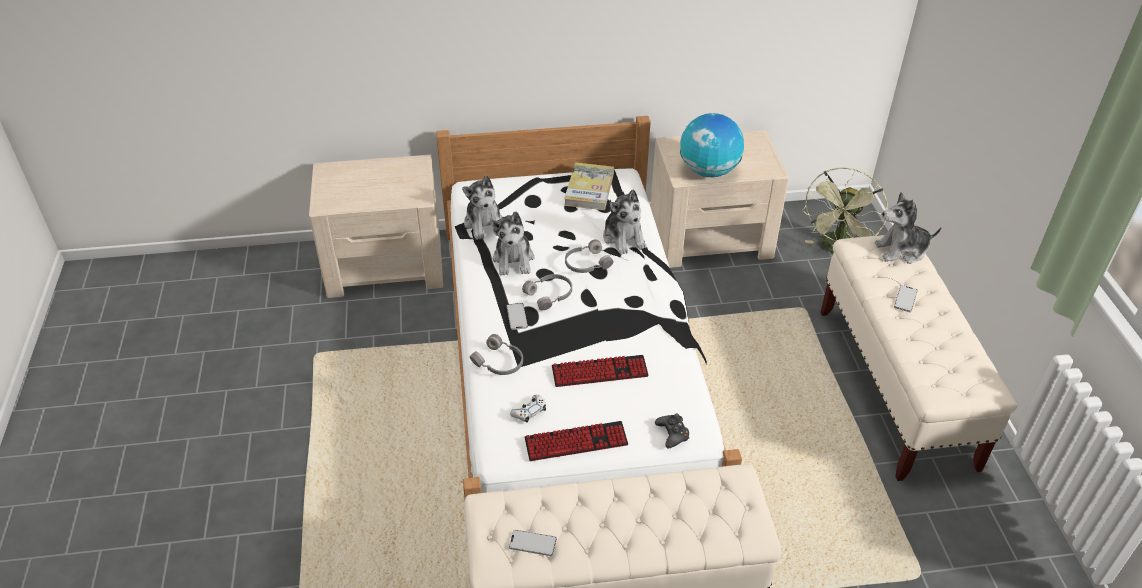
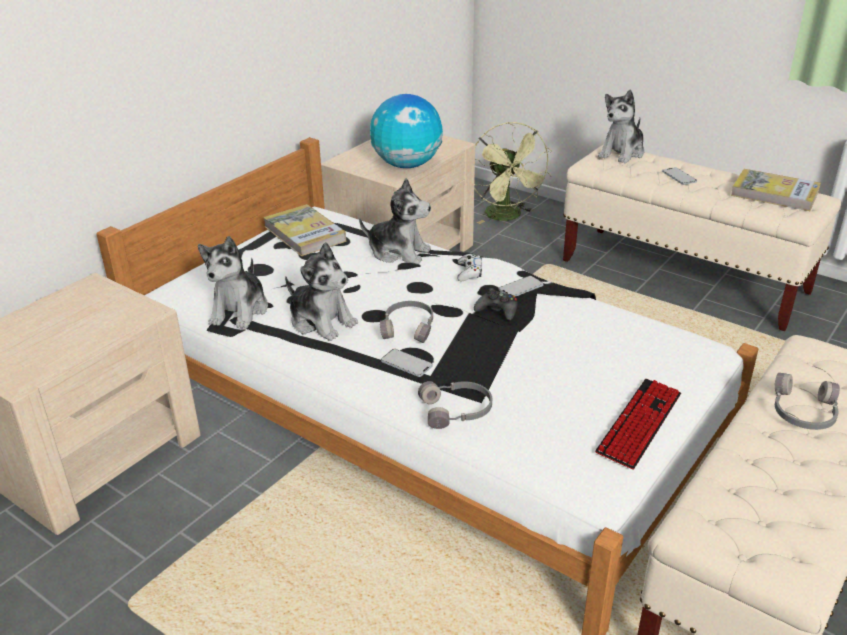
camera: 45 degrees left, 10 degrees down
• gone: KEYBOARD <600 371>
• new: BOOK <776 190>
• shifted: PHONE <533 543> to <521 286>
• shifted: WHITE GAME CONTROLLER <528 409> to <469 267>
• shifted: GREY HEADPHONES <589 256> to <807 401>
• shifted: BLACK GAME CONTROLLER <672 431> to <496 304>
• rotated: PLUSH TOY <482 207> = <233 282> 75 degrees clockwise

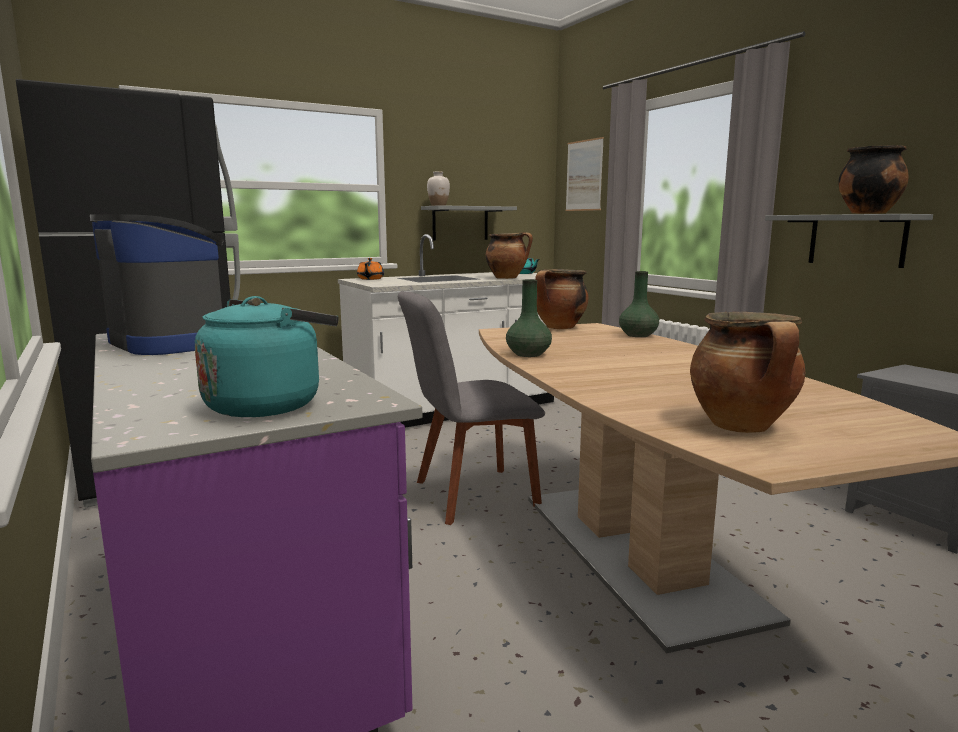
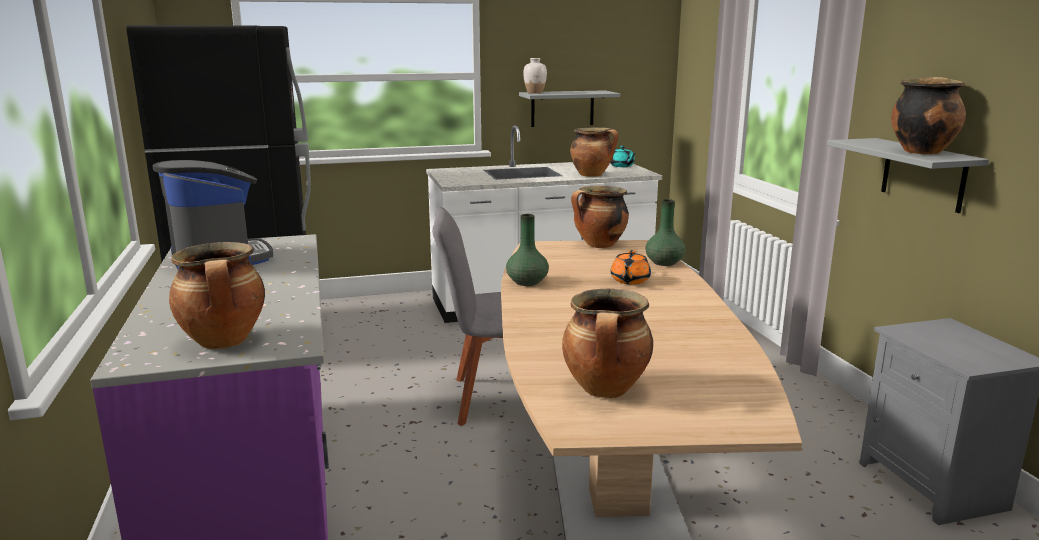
camera: 15 degrees right, 5 degrees up
• gone: PICTURE <585 174>
• shifted: ORANGE TEAPOT <370 269> to <631 267>
• swapped: TURQUOISE KETTLE <266 356> to COOKING POT <217 295>

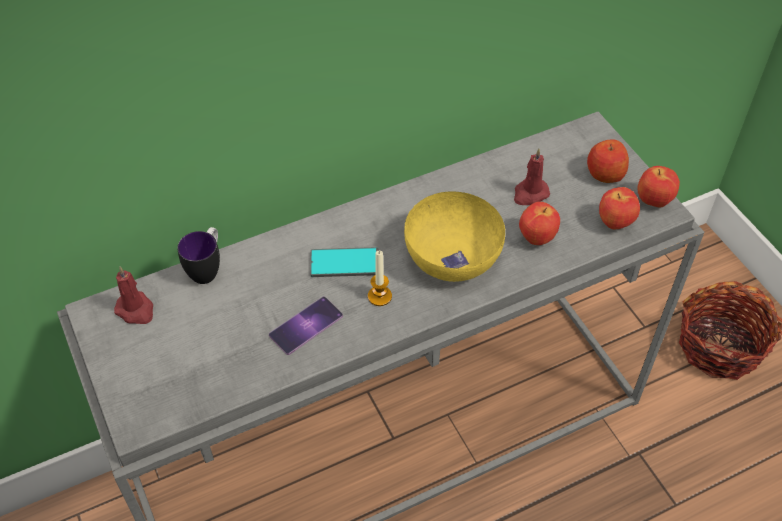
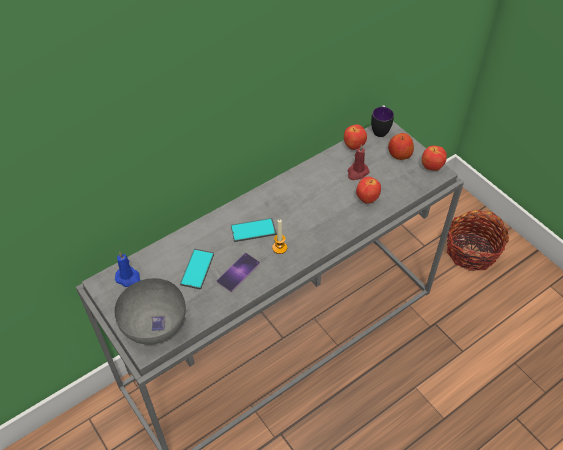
camera: 10 degrees left, 0 degrees up
• gone: YELLOW BOWL <454 236>
• new: GREY BOWL <150 311>
• new: PHONE <197 269>
• shifted: MUG <198 255> to <382 121>
• shifted: APPLE <619 208> to <355 137>
• repainted: RED CANDLE <133 295> to BLUE CANDLE <127 269>

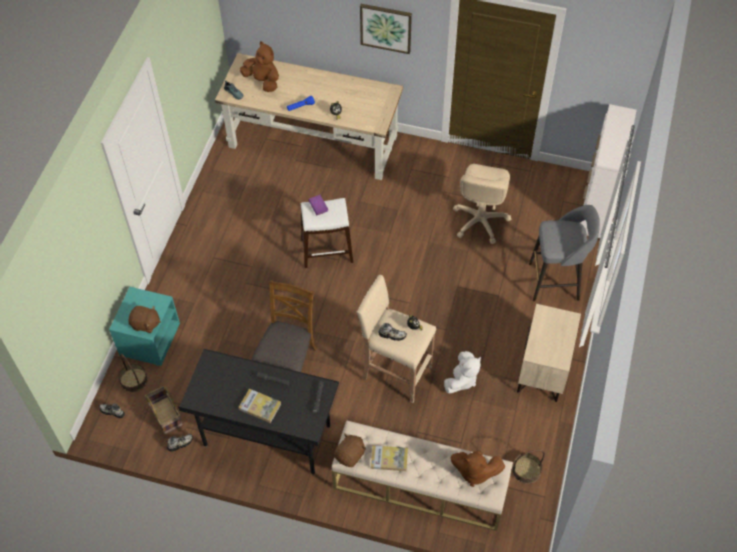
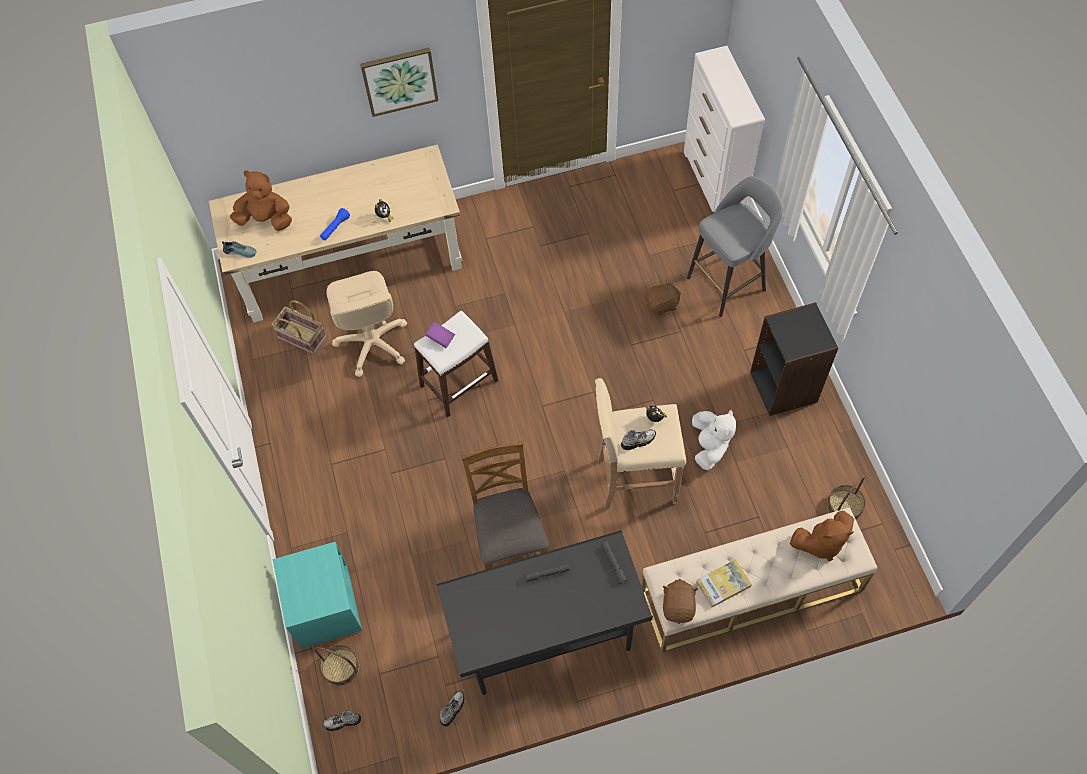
camera: 30 degrees left, 5 degrees up
• gone: BOOK <259 406>
• shifted: BROWN PLUSH TOY <144 319> to <663 297>
• shifted: BASKET <164 410> to <298 327>
• shifted: BEIGE OFFICE CHAIR <482 204> to <366 324>
• swapped: BEIGE NIGHTSTAND <549 353> to BLACK BOOKCASE <794 359>

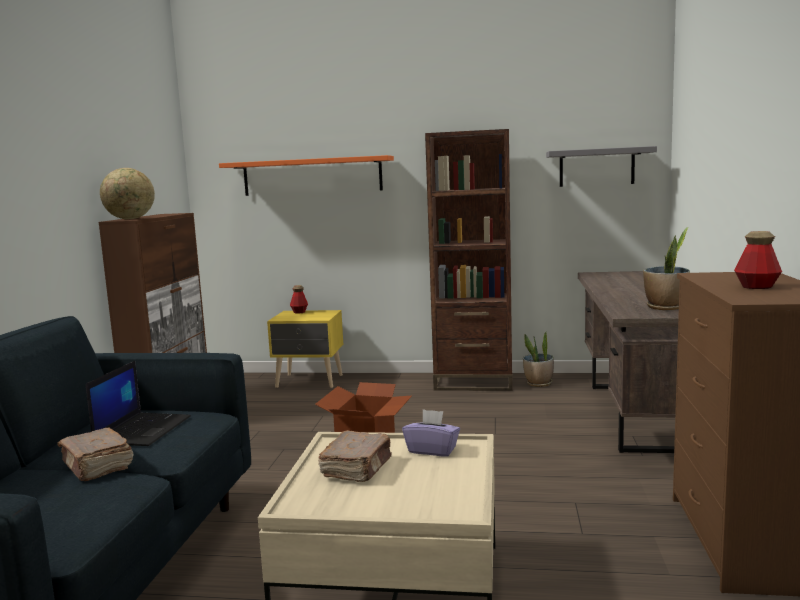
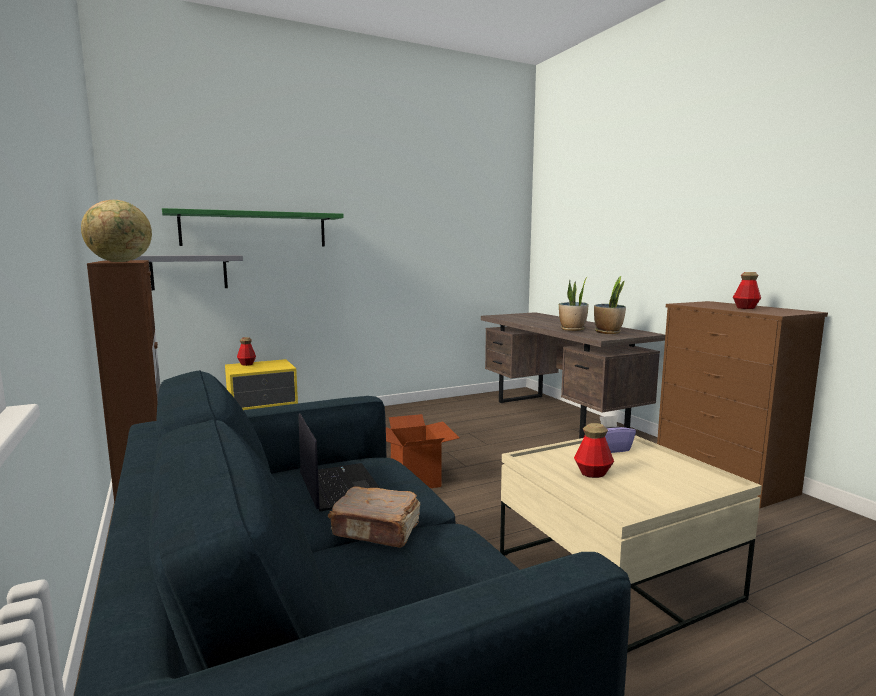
camera: 35 degrees left, 0 degrees up
• gone: BROWN BOOKCASE <469 260>
• shifted: POTTED PLANT <538 359> to <574 303>
• shifted: GREY SHELF <601 166> to <188 272>
• swapped: BROWN BOOK <355 456> to BOTTLE <594 450>
• repainted: ORANGE SHELF <306 175> to GREEN SHELF <253 227>

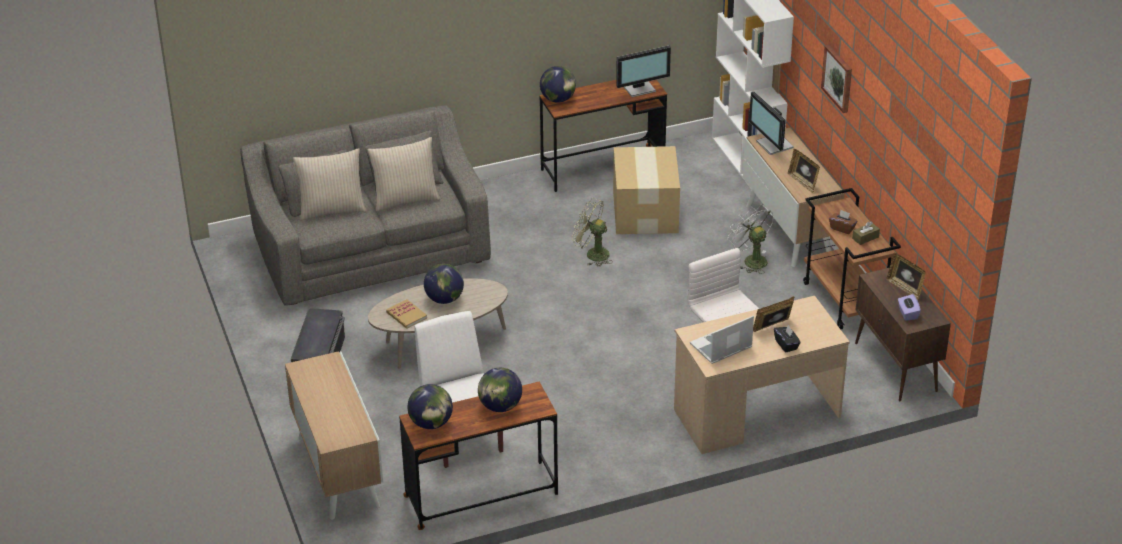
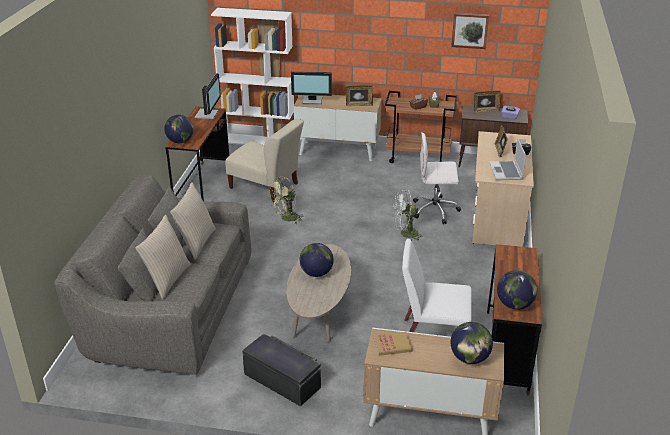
camera: 60 degrees left, 5 degrees down
• shifted: BOOK <406 314> to <393 344>
• shifted: GLOBE <500 390> to <472 343>
• shifted: WHITE FAN <751 239> to <406 215>
• shifted: PICTURE <836 79> to <470 31>
• swapped: CARDBOARD BOX <646 190> to BEIGE CHAIR <264 160>

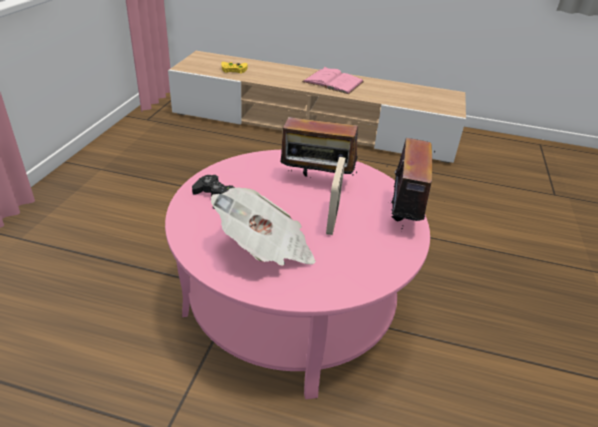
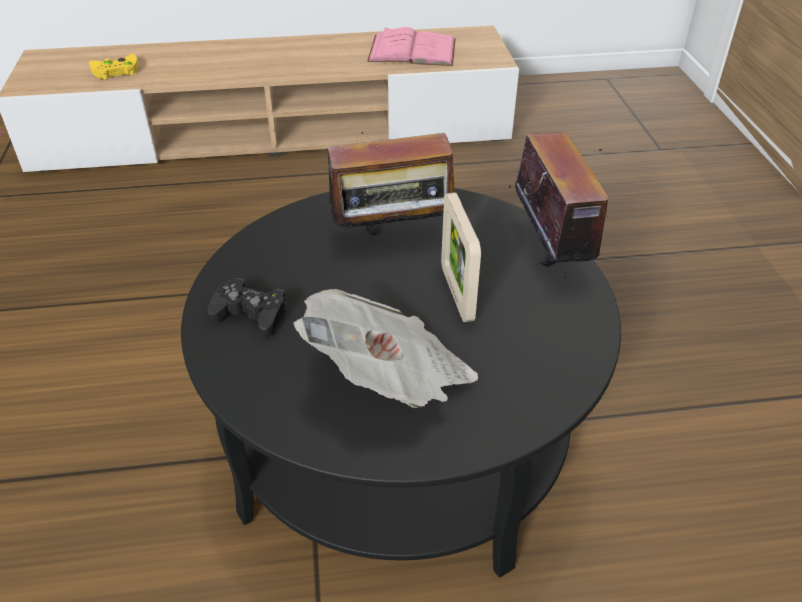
camera: 20 degrees left, 5 degrees up
• shifted: PINK BOOK <333 80> to <411 46>
• repainted: PINK COFFEE TABLE <297 274> to BLACK COFFEE TABLE <401 383>

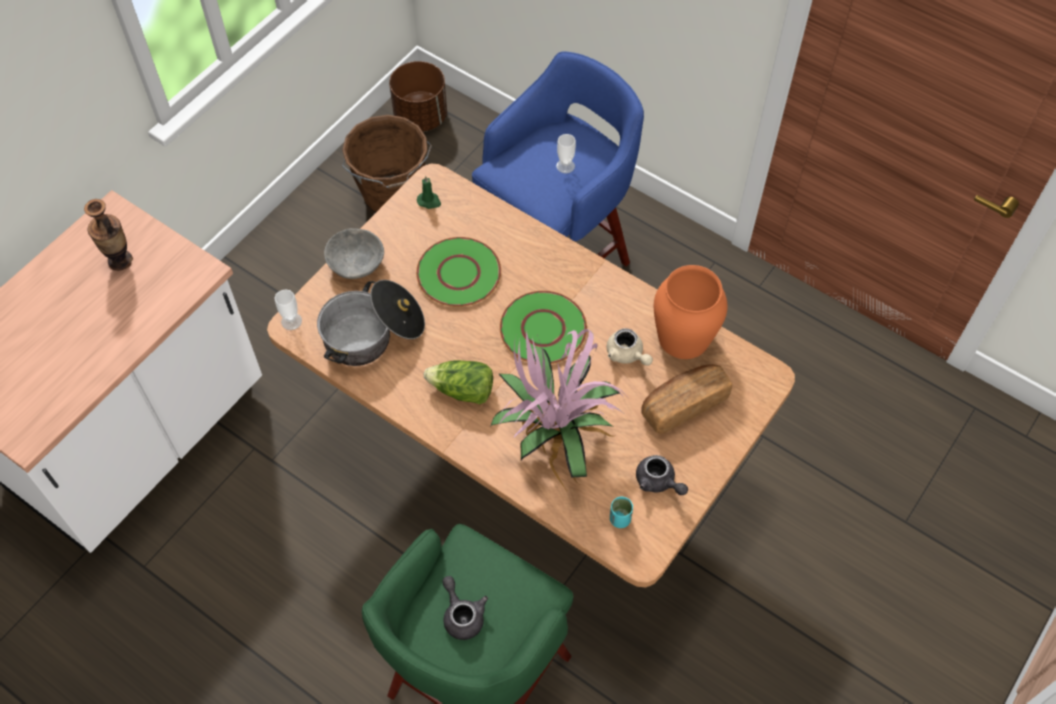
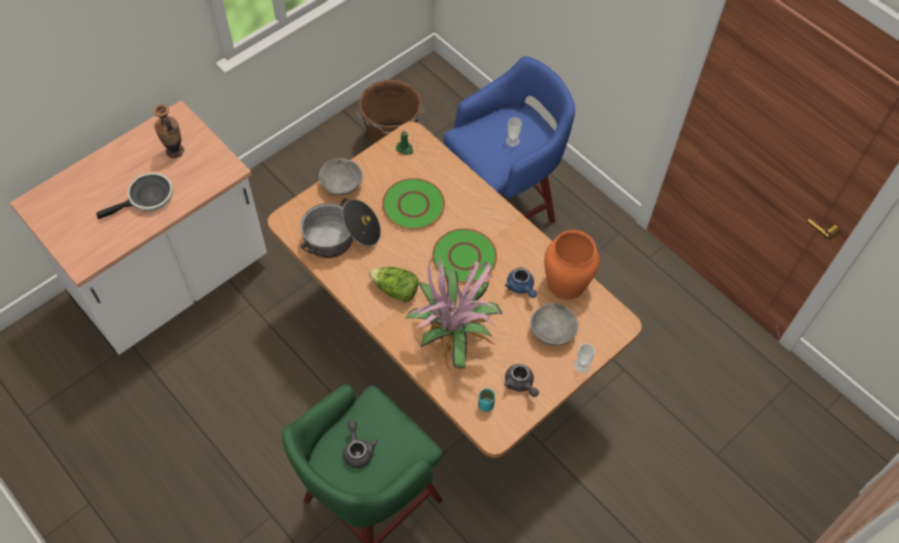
camera: 10 degrees right, 0 degrees up
• gone: BROWN PLANTER <418 96>
• new: FRYING PAN <134 196>
• shifted: CUP <288 309> to <584 358>
• swapped: BREAD <686 399> to GREY BOWL <554 324>
• repainted: BEIGE TEAPOT <630 347> to BLUE TEAPOT <521 283>

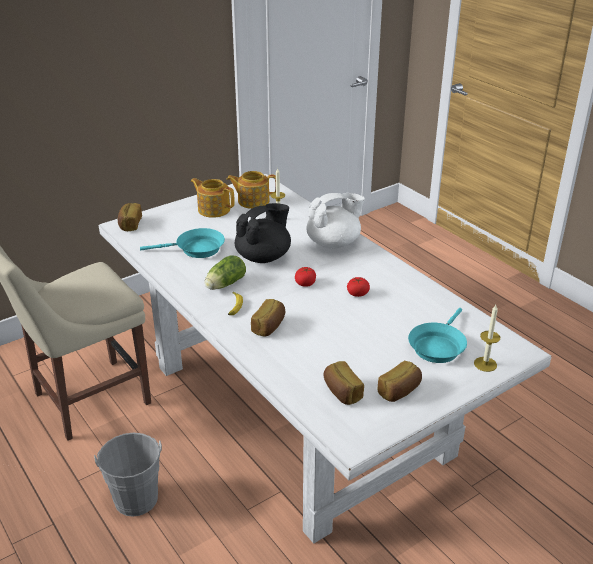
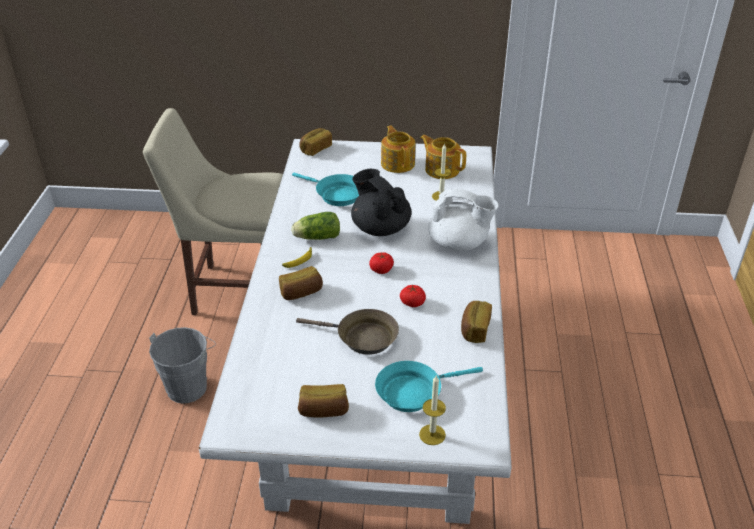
camera: 40 degrees right, 5 degrees up
• new: BROWN FRYING PAN <347 332>
• shifted: BREAD <344 383> to <476 322>
• rotated: BLACK TEAPOT <263 233> = <381 202> 120 degrees counterclockwise

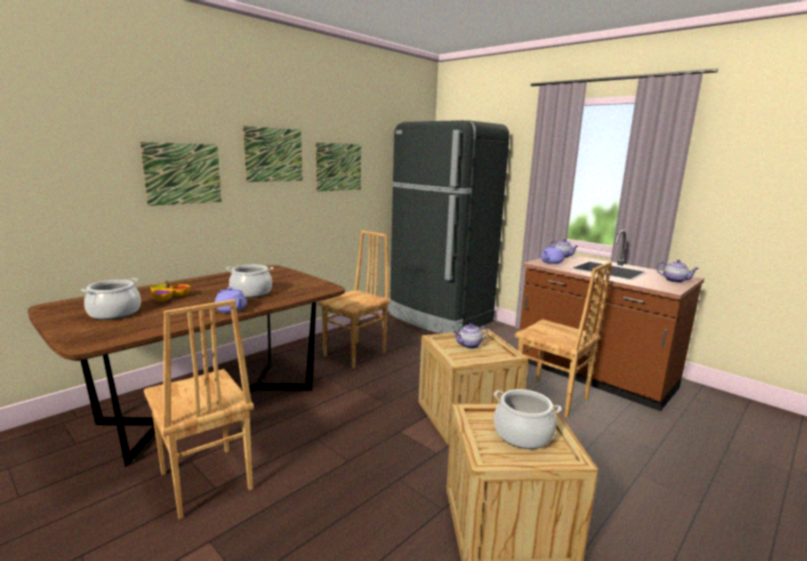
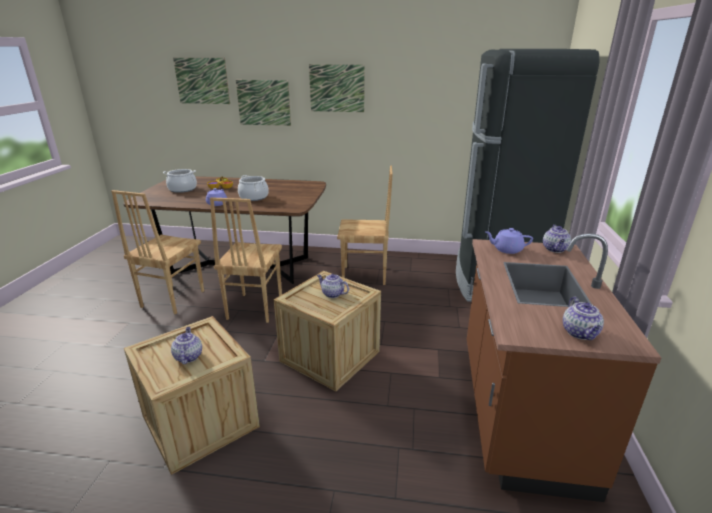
camera: 55 degrees right, 10 degrees up
• shifted: PICTURE <338 167> to <201 81>
• shifted: BROWN CHAIR <563 340> to <246 260>
• swapped: COOKING POT <528 419> to TEAPOT <186 346>

